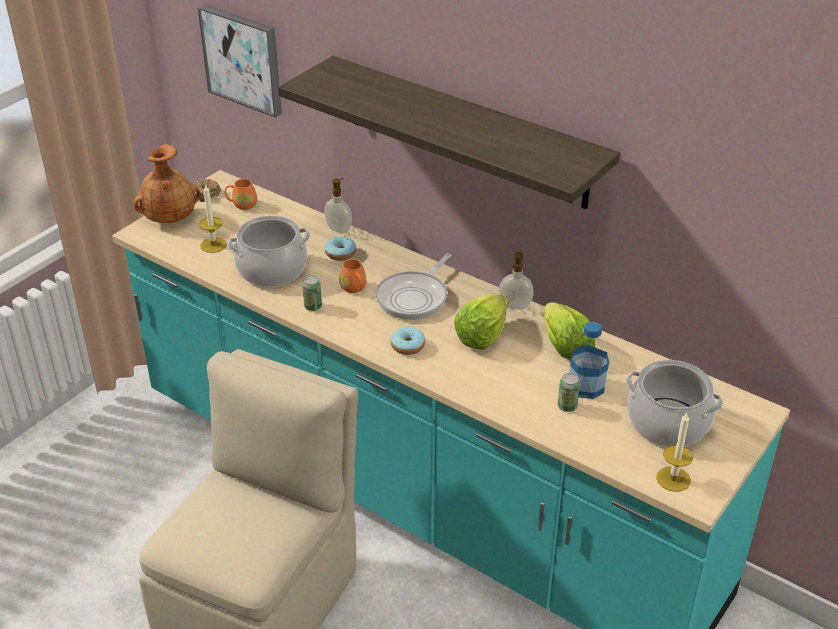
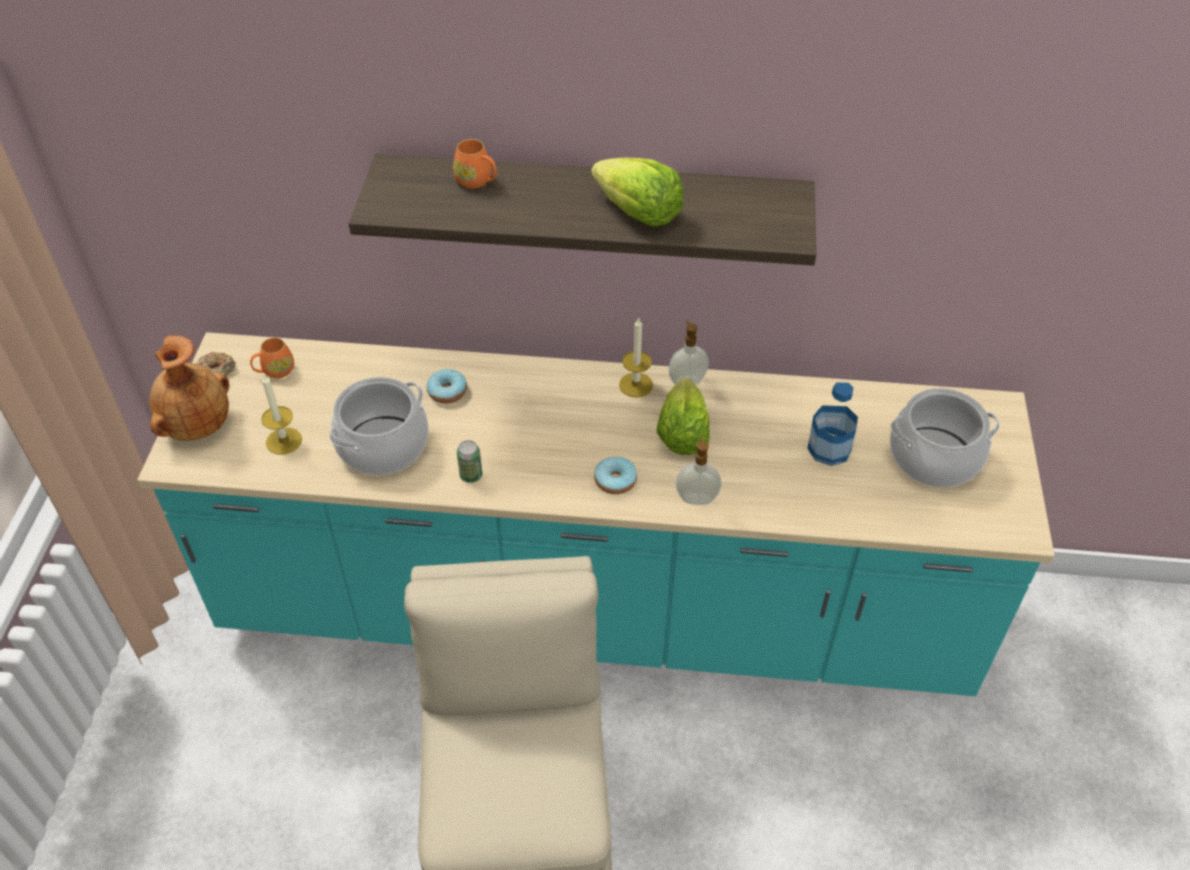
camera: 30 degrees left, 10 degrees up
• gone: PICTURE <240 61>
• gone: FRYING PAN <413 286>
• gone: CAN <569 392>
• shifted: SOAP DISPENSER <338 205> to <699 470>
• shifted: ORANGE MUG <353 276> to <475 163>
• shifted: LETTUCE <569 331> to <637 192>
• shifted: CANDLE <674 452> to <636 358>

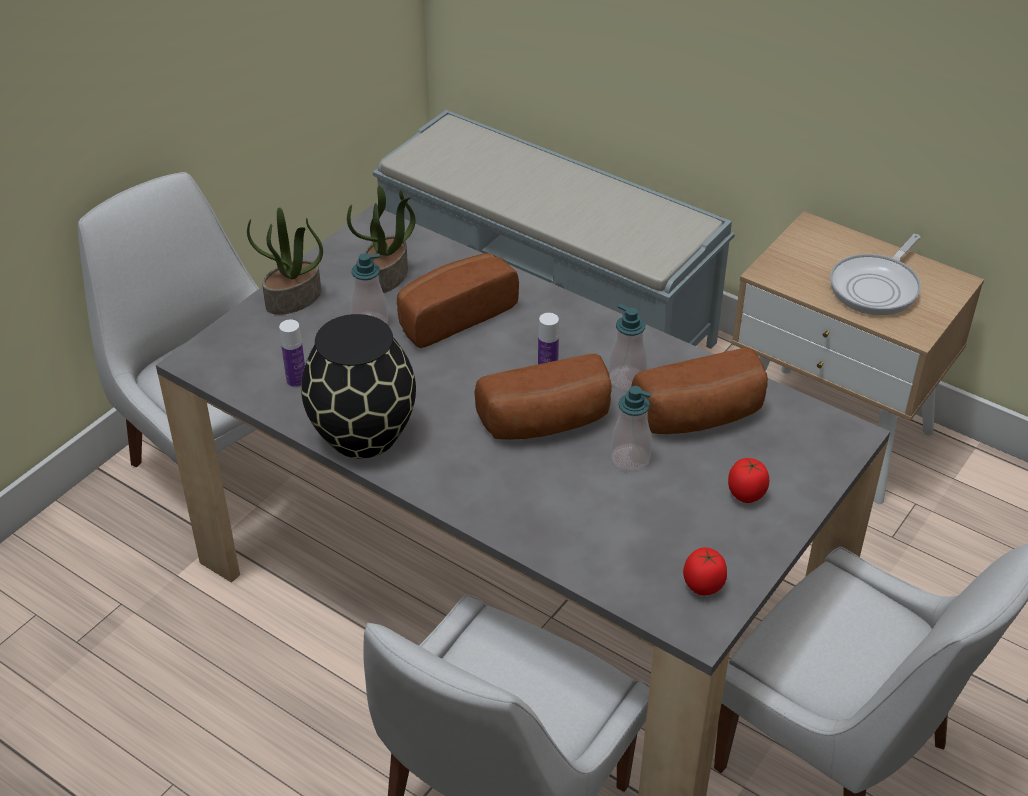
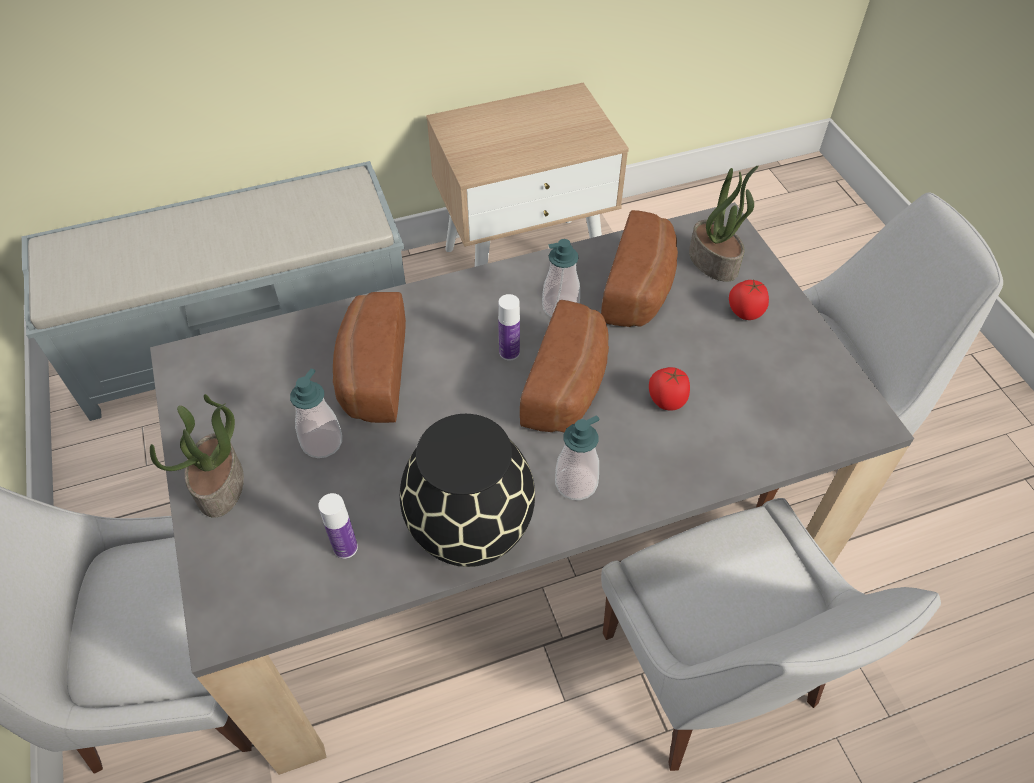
camera: 55 degrees left, 10 degrees up
• gone: FRYING PAN <875 274>
• shifted: POTTED PLANT <381 239> to <724 223>
• shifted: SOAP DISPENSER <631 429> to <577 457>
• shifted: TOMATO <705 572> to <669 389>

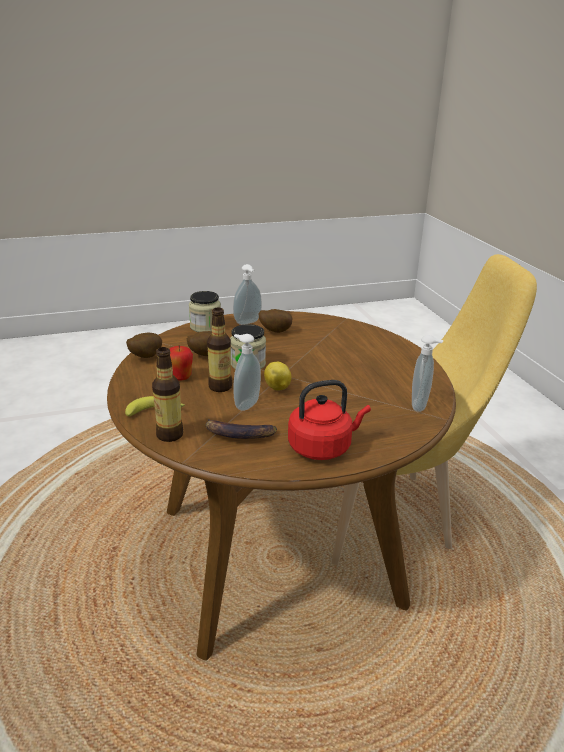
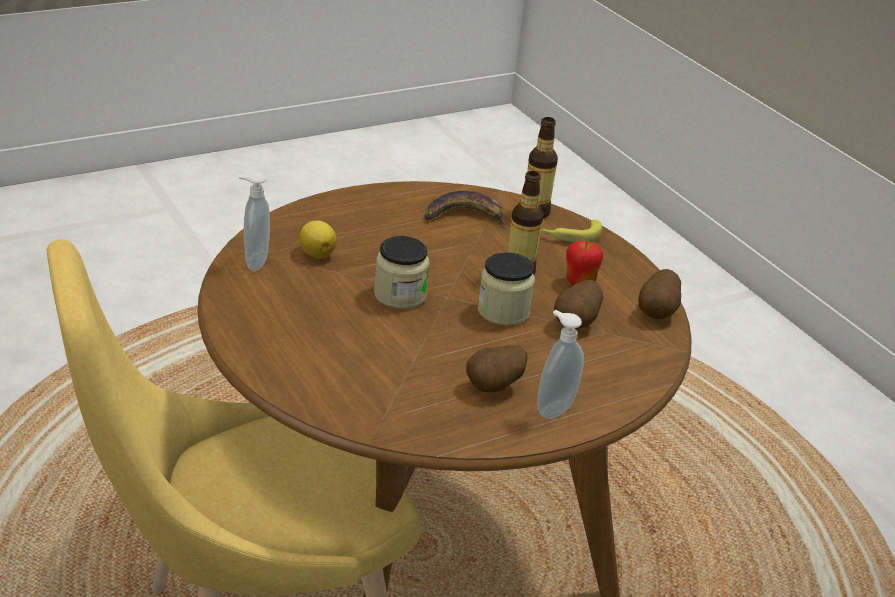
camera: 165 degrees right, 5 degrees up
• gone: SOAP DISPENSER <247 372>
• gone: RED KETTLE <329 420>
• shifted: JAR <205 311> to <402 272>
• shifted: LEMON <277 376> to <318 239>

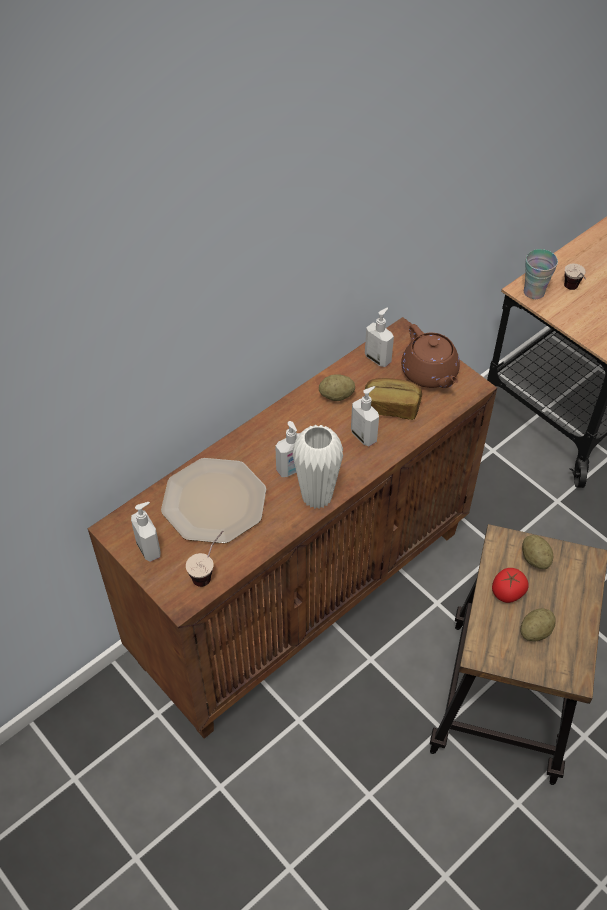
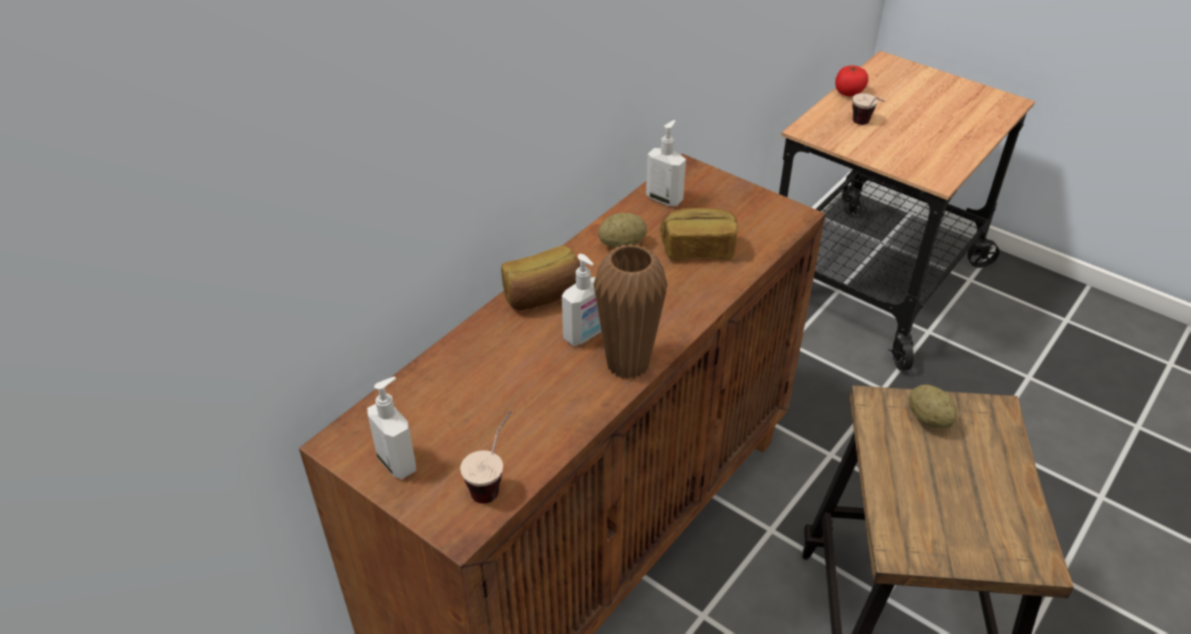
camera: 10 degrees left, 10 degrees down
• gone: PLATE <213 500>
• gone: SOAP DISPENSER <365 416>
• gone: BROWN TEAPOT <430 356>
• gone: POTATO <538 625>
• gone: CUP <541 274>
• new: BREAD <540 277>
• shifted: TOMATO <510 585> to <851 80>
• repainted: WHITE VASE <318 467> to BROWN VASE <630 312>

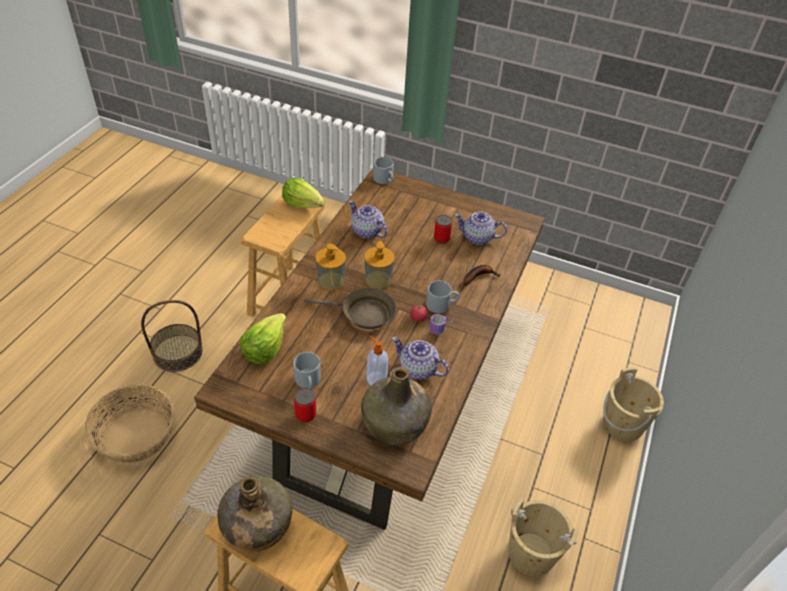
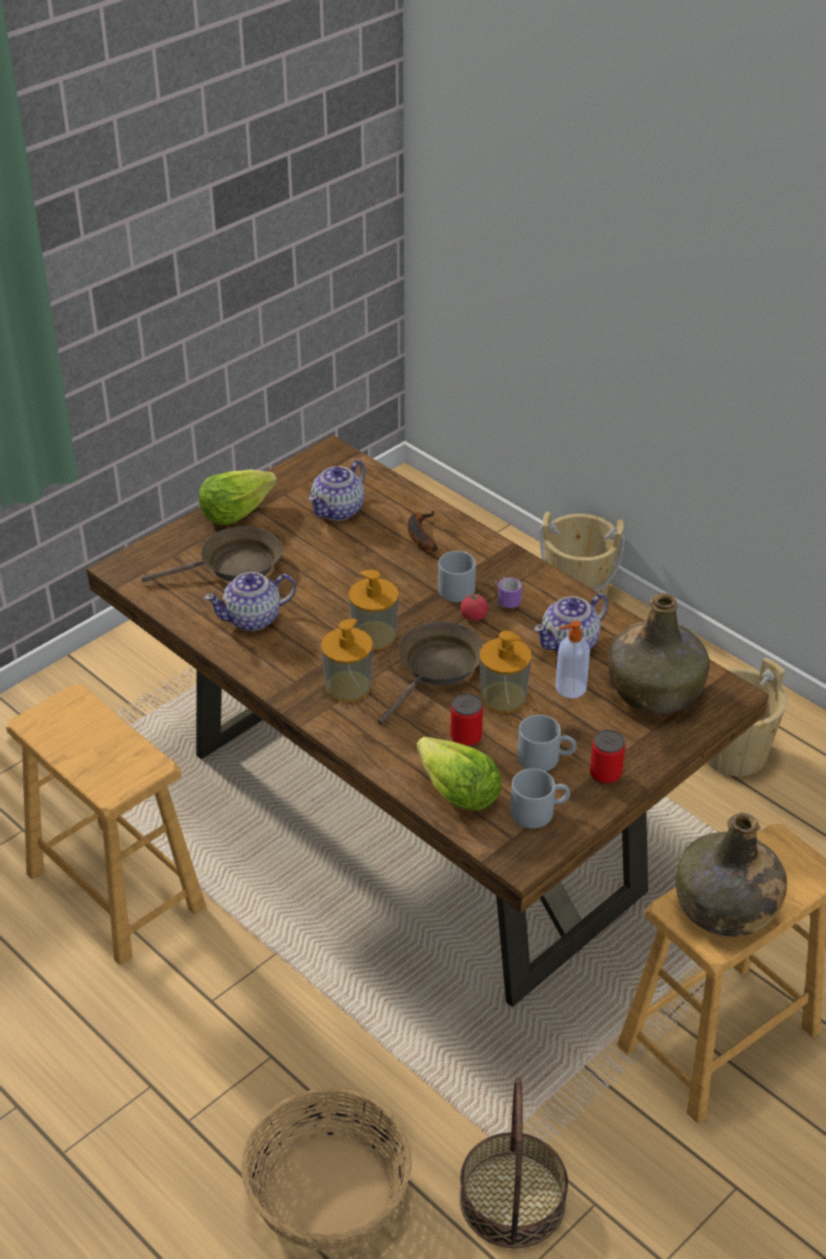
camera: 65 degrees left, 5 degrees down
• new: BROWN FRYING PAN <211 554>
• new: SOAP DISPENSER <506 672>
• shifted: BASKET <172 336> to <514 1162>
• shifted: LETTUCE <303 193> to <238 497>
• shifted: GREY MUG <383 170> to <540 798>
• shifted: CAN <443 229> to <466 720>

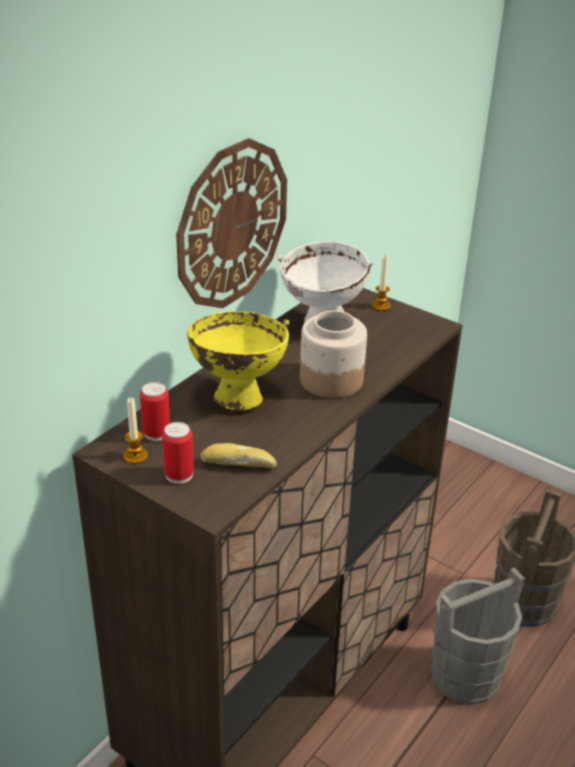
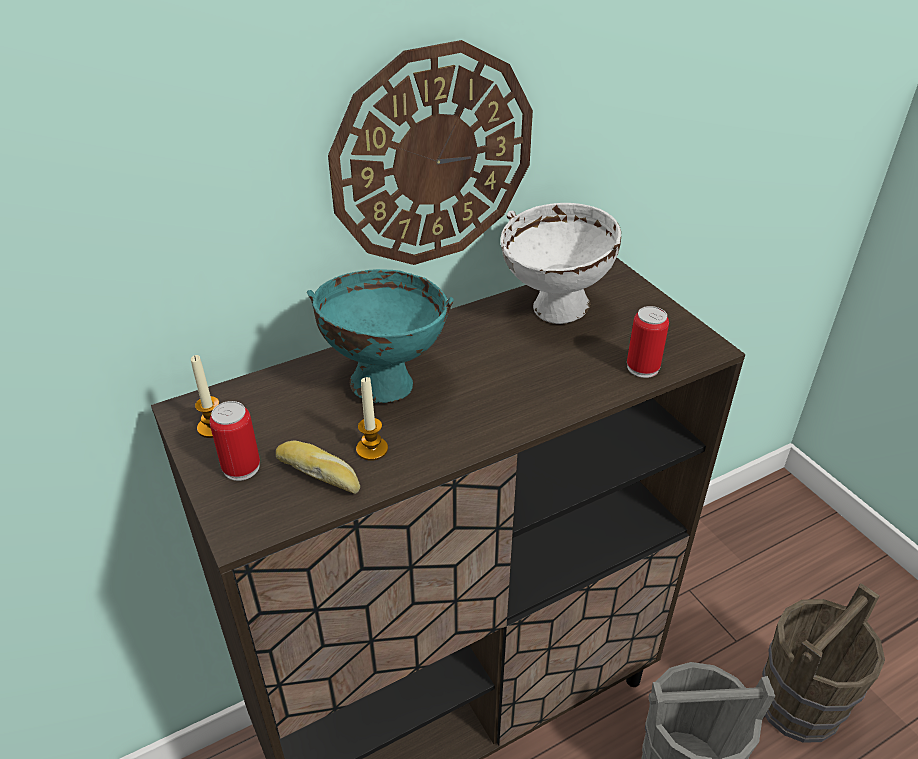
camera: 25 degrees right, 5 degrees up
• gone: JAR <333 354>
• shifted: CAN <155 411> to <648 342>
• shifted: CANDLE <381 283> to <372 419>
• repainted: YELLOW BOWL <238 360> to TURQUOISE BOWL <380 336>

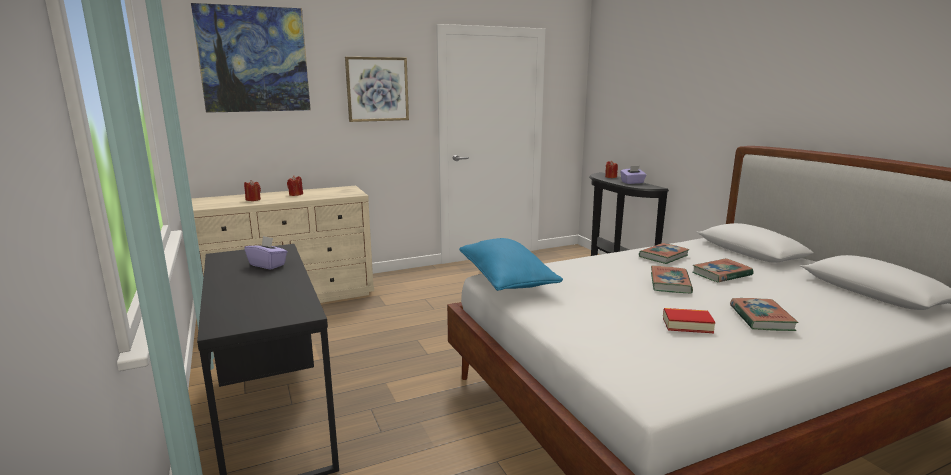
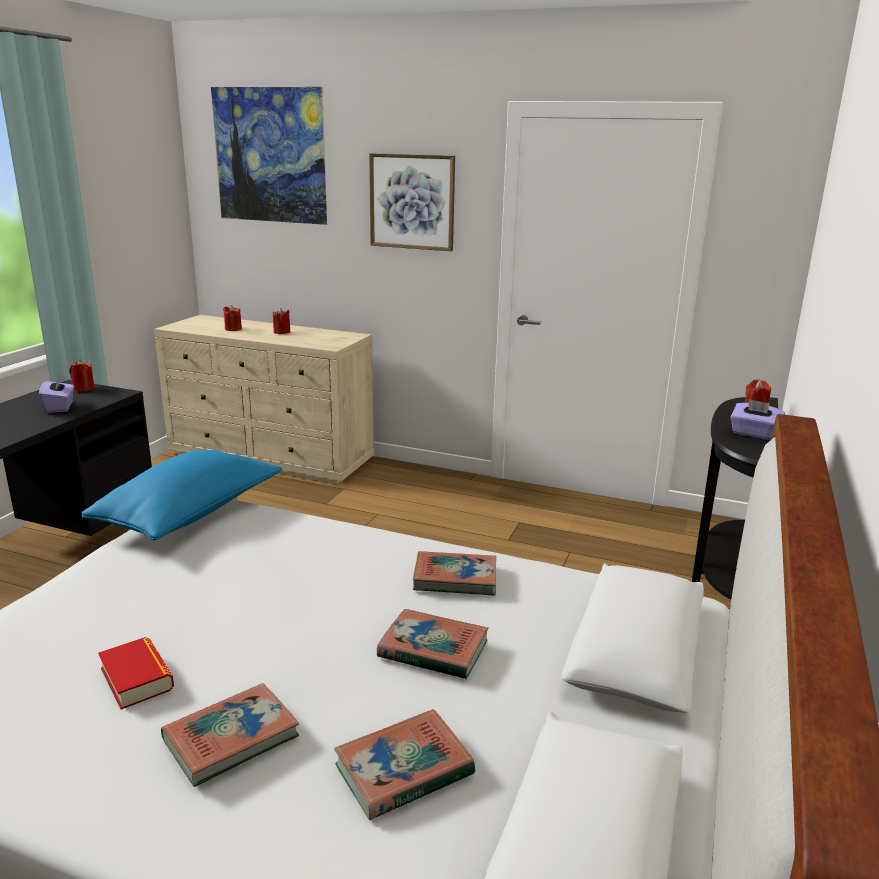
camera: 45 degrees right, 5 degrees up
• new: RED CANDLE <82 376>
• shifted: BOOK <672 279> to <404 764>

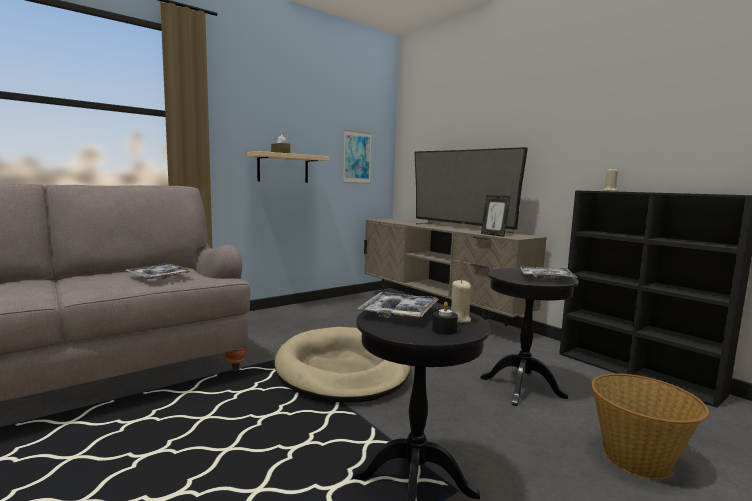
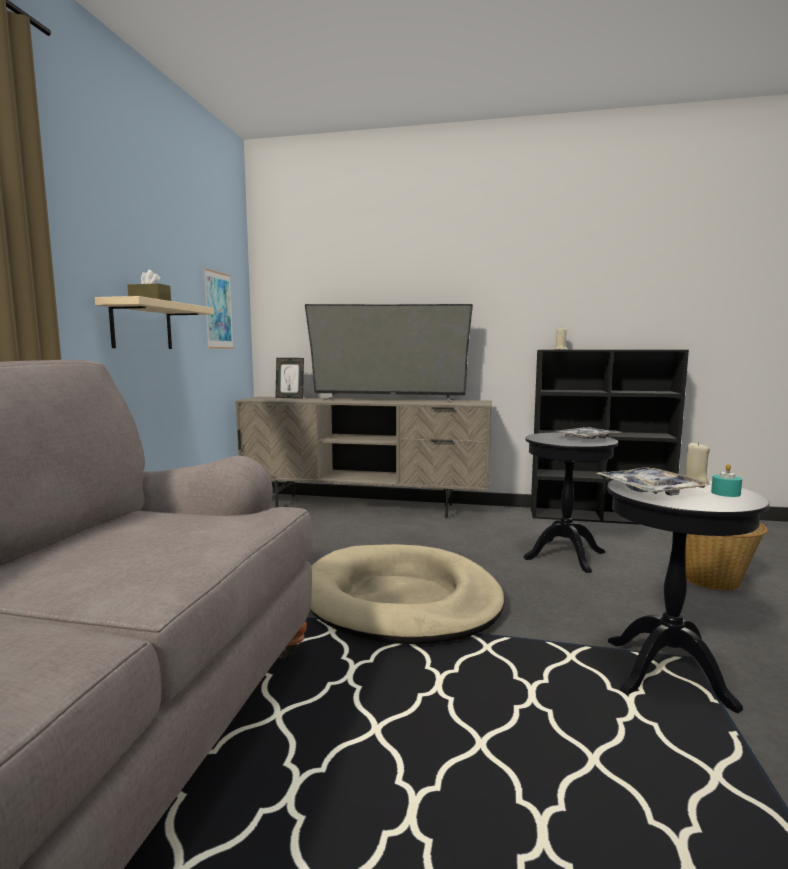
camera: 40 degrees left, 0 degrees up
• gone: TRAY <158 271>
• shifted: PICTURE FRAME <496 216> to <289 378>
• repainted: BLACK CANDLE <445 318> to TURQUOISE CANDLE <726 480>

